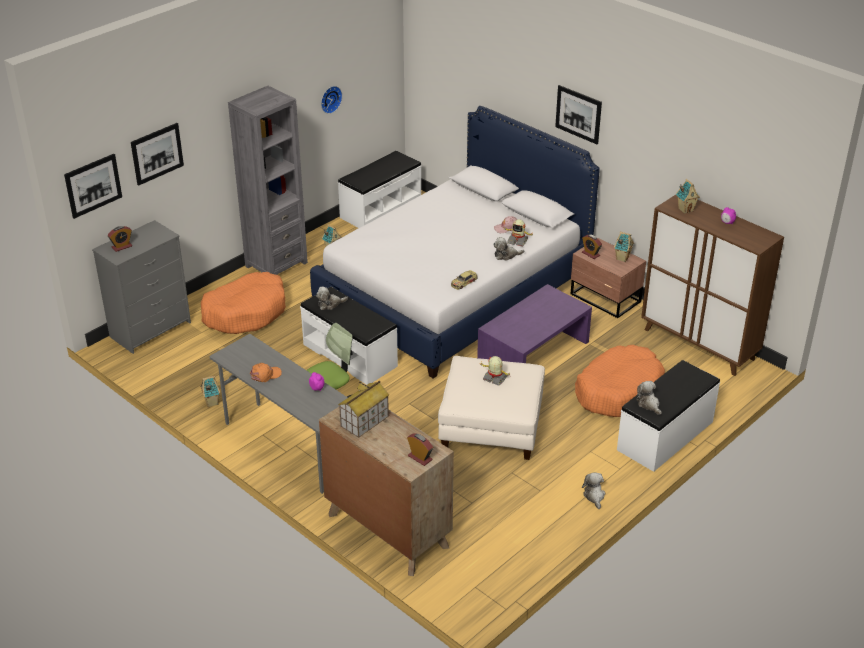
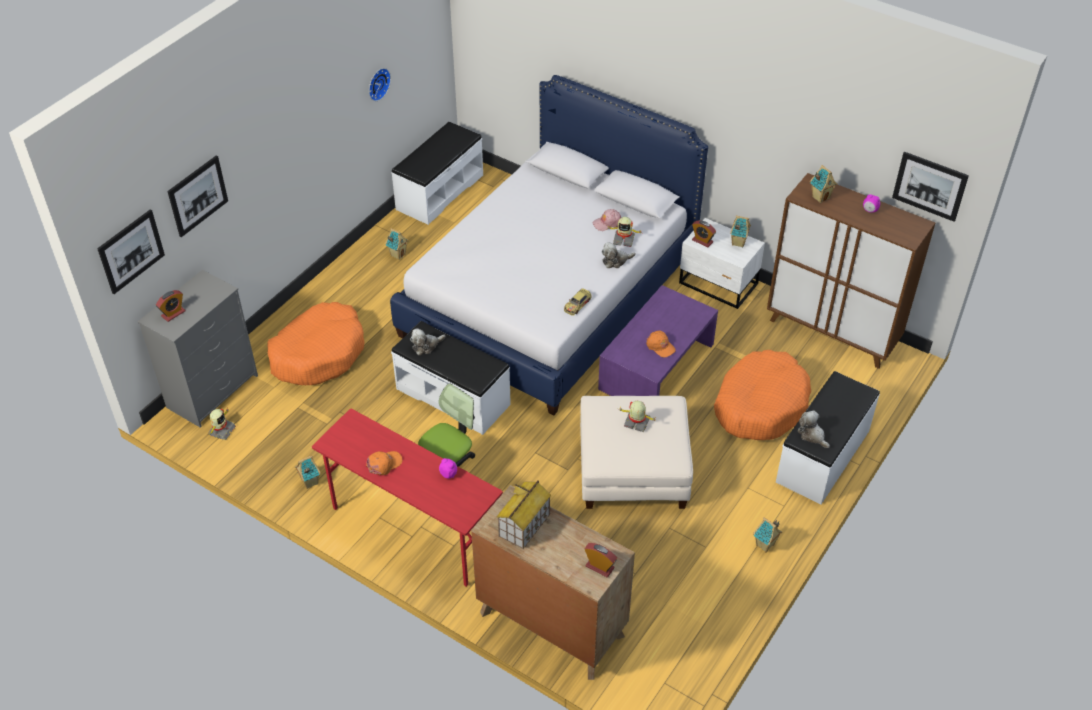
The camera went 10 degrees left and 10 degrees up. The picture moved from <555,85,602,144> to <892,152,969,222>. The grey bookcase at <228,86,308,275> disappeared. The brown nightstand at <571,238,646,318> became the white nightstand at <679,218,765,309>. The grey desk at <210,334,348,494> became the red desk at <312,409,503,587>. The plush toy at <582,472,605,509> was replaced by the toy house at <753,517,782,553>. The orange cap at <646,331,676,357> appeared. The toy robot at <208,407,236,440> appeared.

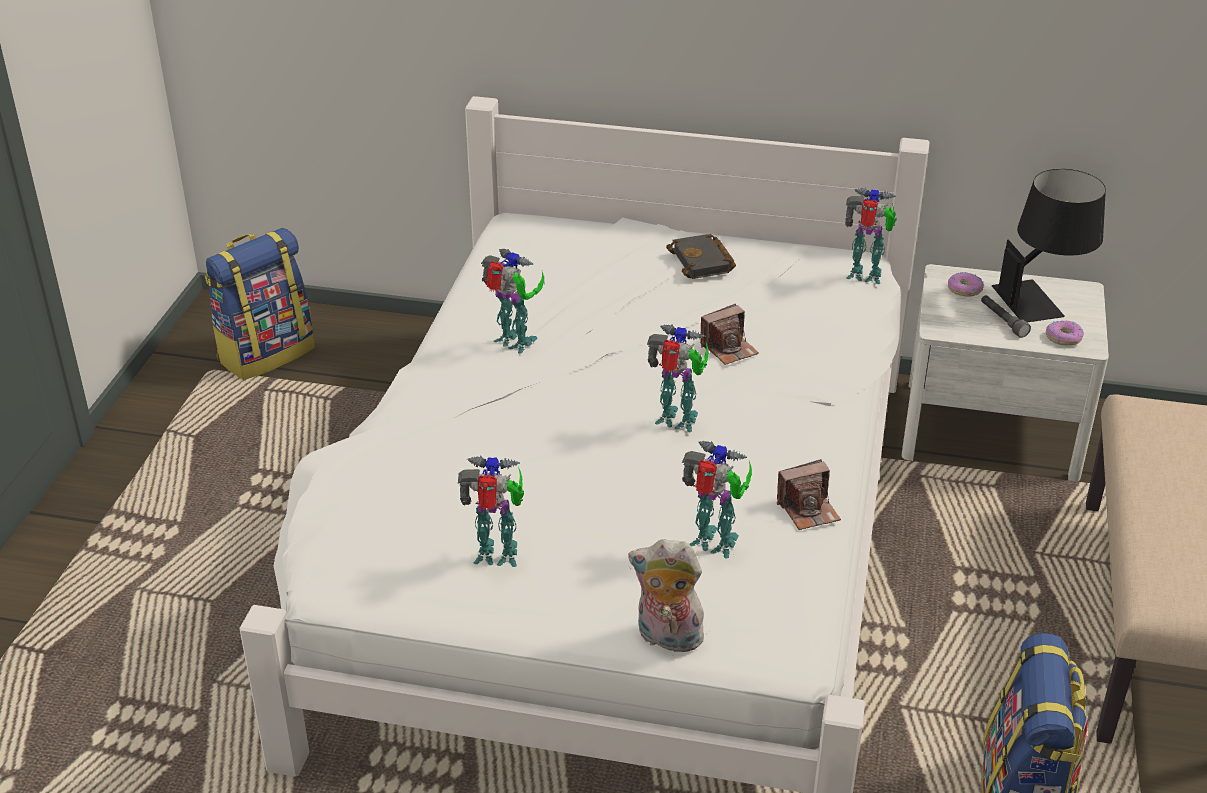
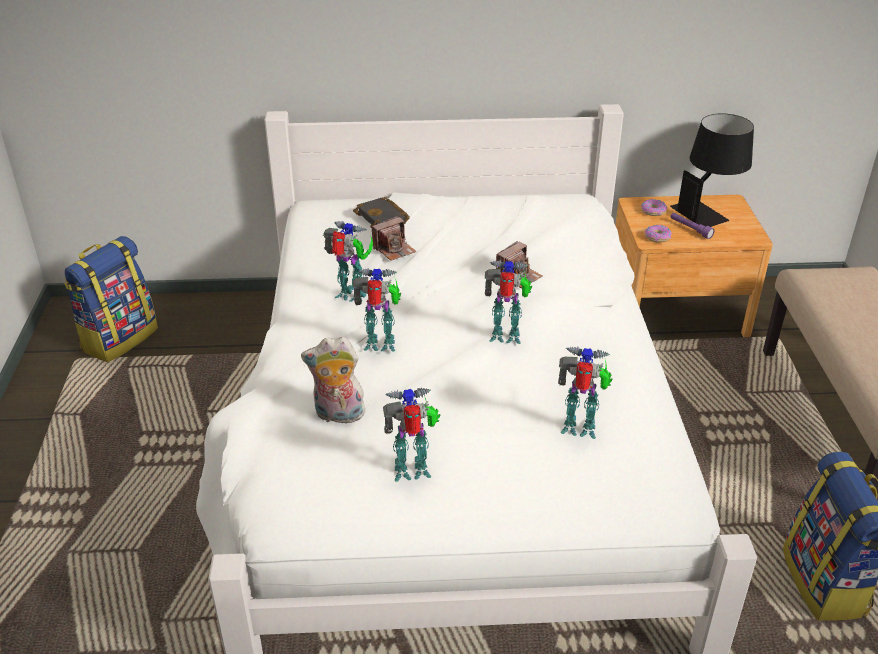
The camera went 15 degrees left and 0 degrees up. The toy robot moved from <845,188,897,284> to <352,268,401,352>. The black book moved from <666,234,736,279> to <353,197,410,228>. The white nightstand at <902,264,1109,482> became the brown nightstand at <615,195,773,337>. The grey flashlight at <981,295,1031,338> became the purple flashlight at <671,213,714,239>. The donut moved from <1046,321,1084,345> to <644,225,672,243>. The photo camera moved from <777,459,841,530> to <372,216,416,261>. The plush toy moved from <628,539,707,652> to <301,337,365,423>.

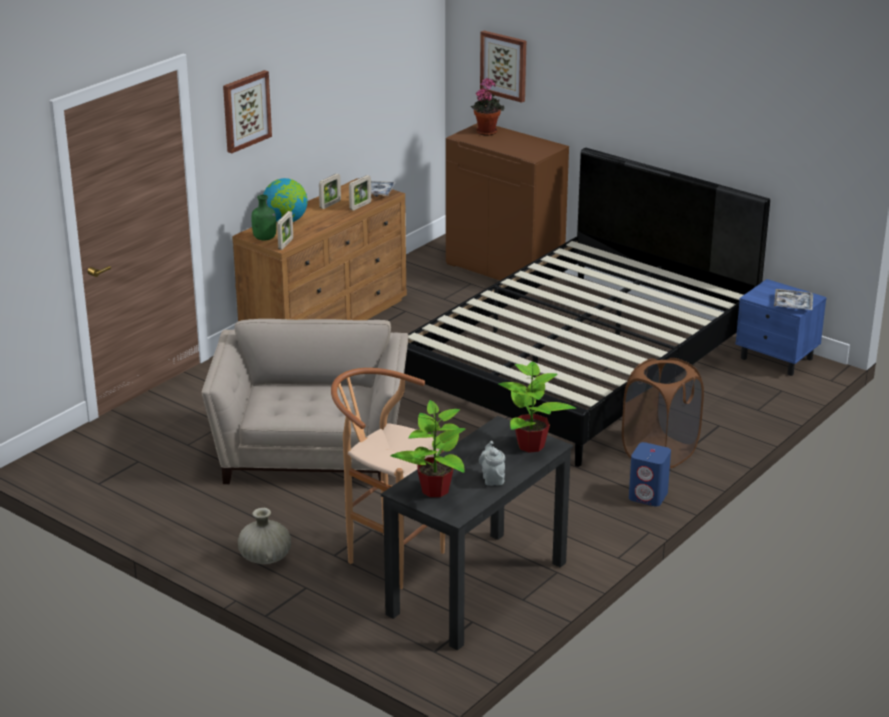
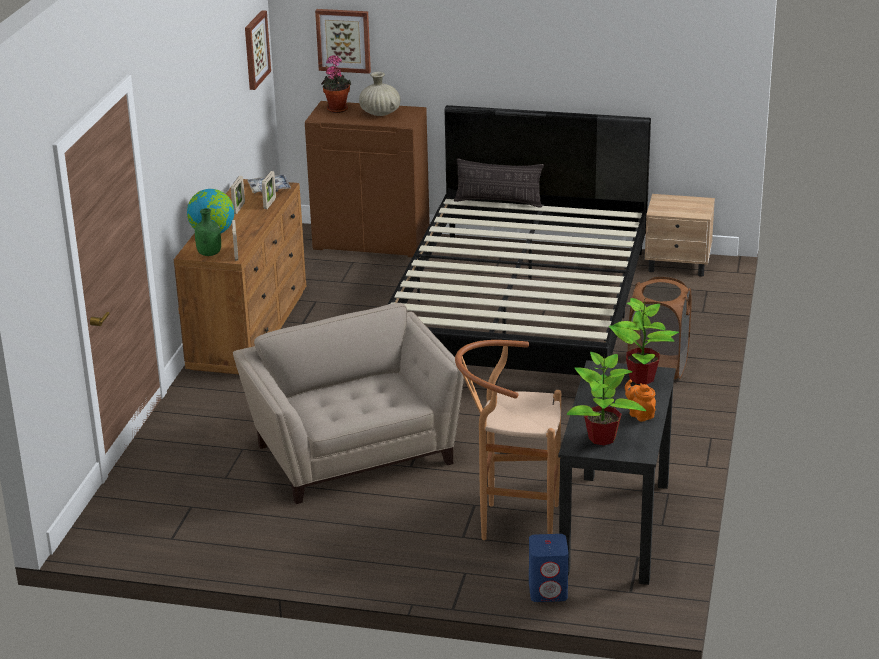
The camera went 25 degrees left and 0 degrees up. The picture moved from <223,70,272,153> to <245,10,271,90>. The blue nightstand at <735,279,827,376> became the beige nightstand at <645,194,715,277>. The tray at <774,289,813,310> disappeared. The grey teapot at <479,441,505,486> became the orange teapot at <625,380,656,422>. The blue speaker moved from <629,442,671,506> to <529,534,568,602>. The beige vase moved from <238,508,291,564> to <359,72,400,116>. The pillow at <454,158,544,208> appeared.

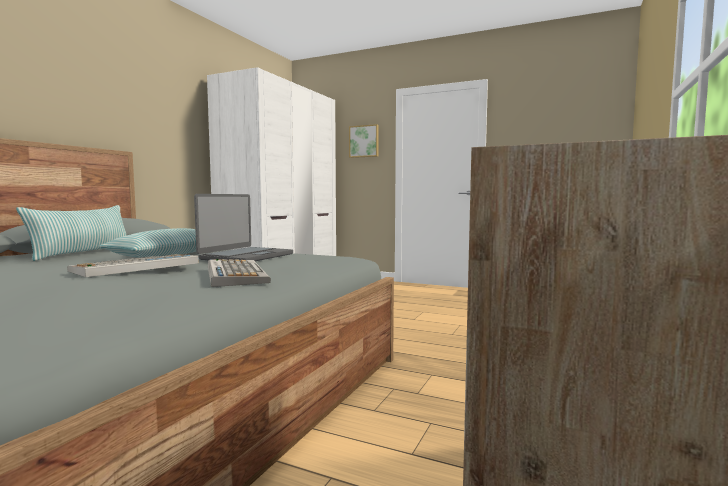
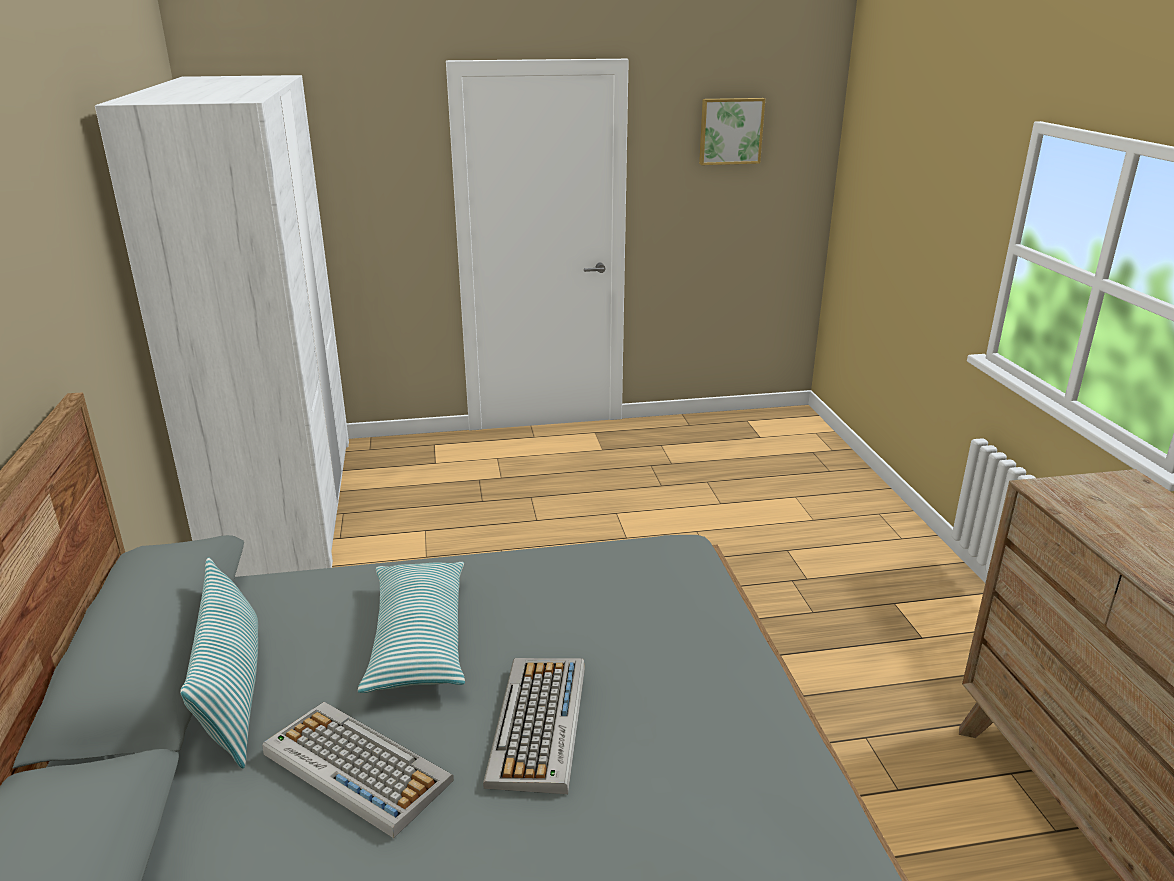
The camera went 35 degrees left and 20 degrees up. The picture moved from <349,124,379,158> to <699,98,765,165>. The laptop at <194,194,293,261> disappeared. The keyboard moved from <208,259,271,287> to <262,702,454,838>.

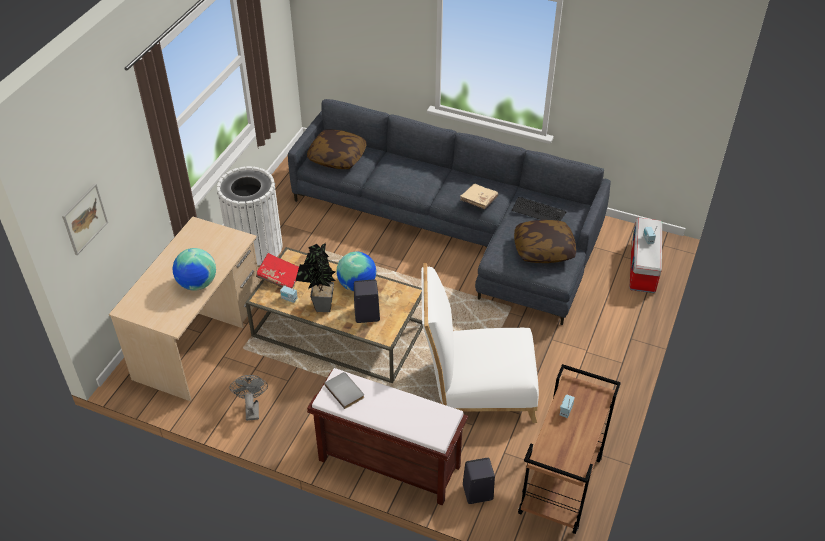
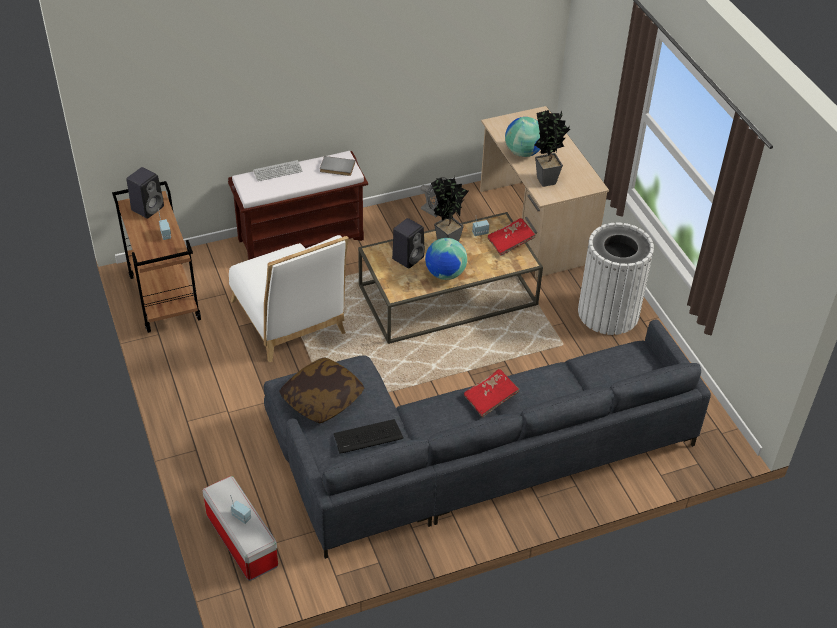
The camera went 135 degrees right and 0 degrees up. The pillow at <307,129,367,169> disappeared. The picture at <62,183,108,255> disappeared. The beige book at <460,183,498,209> disappeared. The white chair at <421,263,539,423> turned 105 degrees clockwise. The black speaker moved from <463,458,495,504> to <126,167,164,219>. The potted plant at <535,110,570,187> appeared. The keyboard at <253,160,302,181> appeared. The red book at <464,369,520,417> appeared.

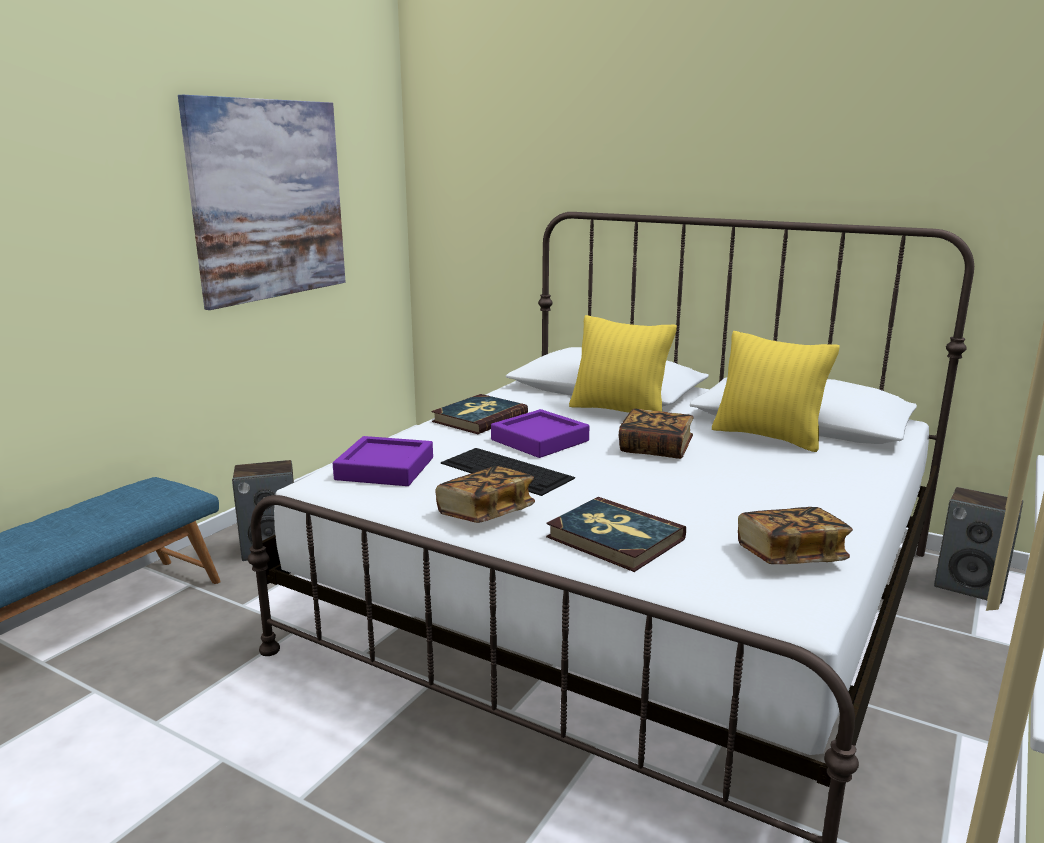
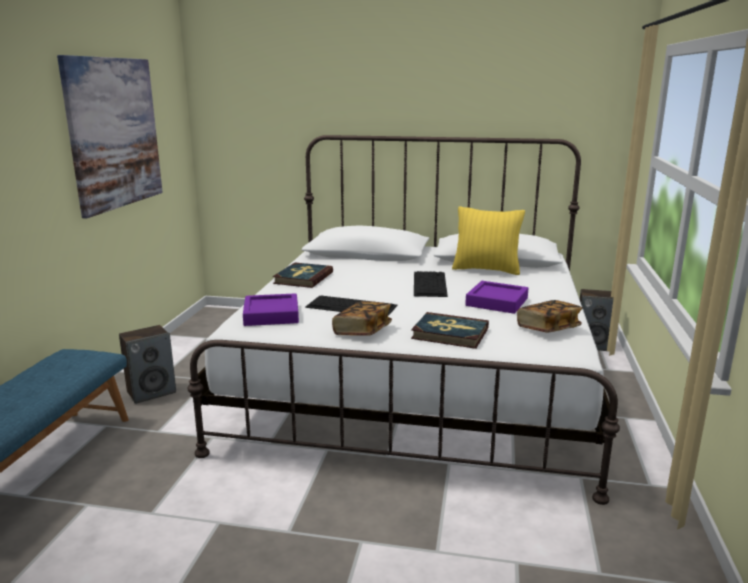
The camera went 20 degrees left and 0 degrees up. The yellow pillow at <569,315,677,413> disappeared. The book at <619,408,693,459> was replaced by the keyboard at <414,271,448,297>. The purple tray moved from <491,409,589,458> to <465,281,528,314>.

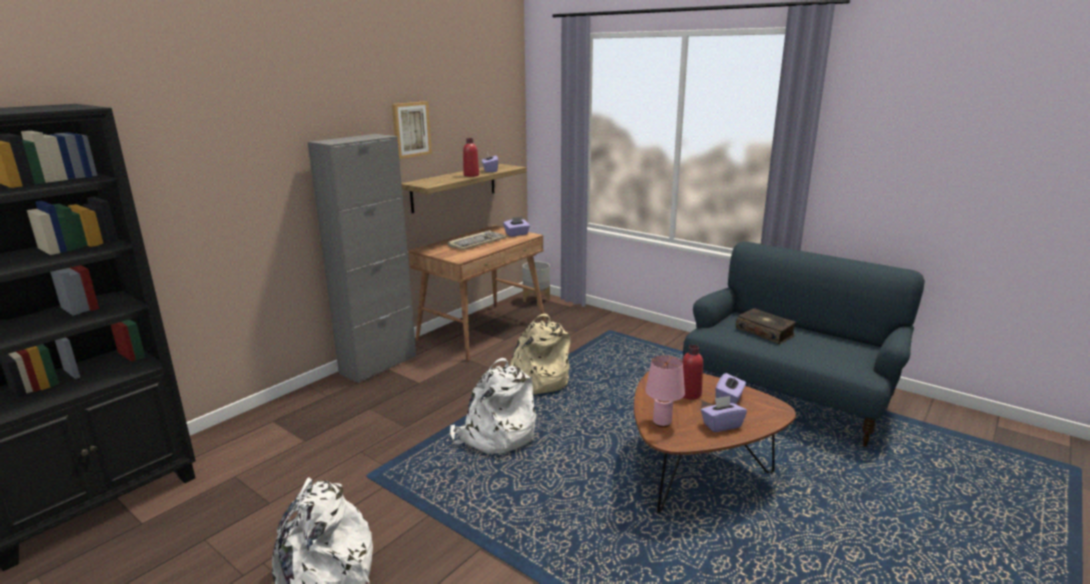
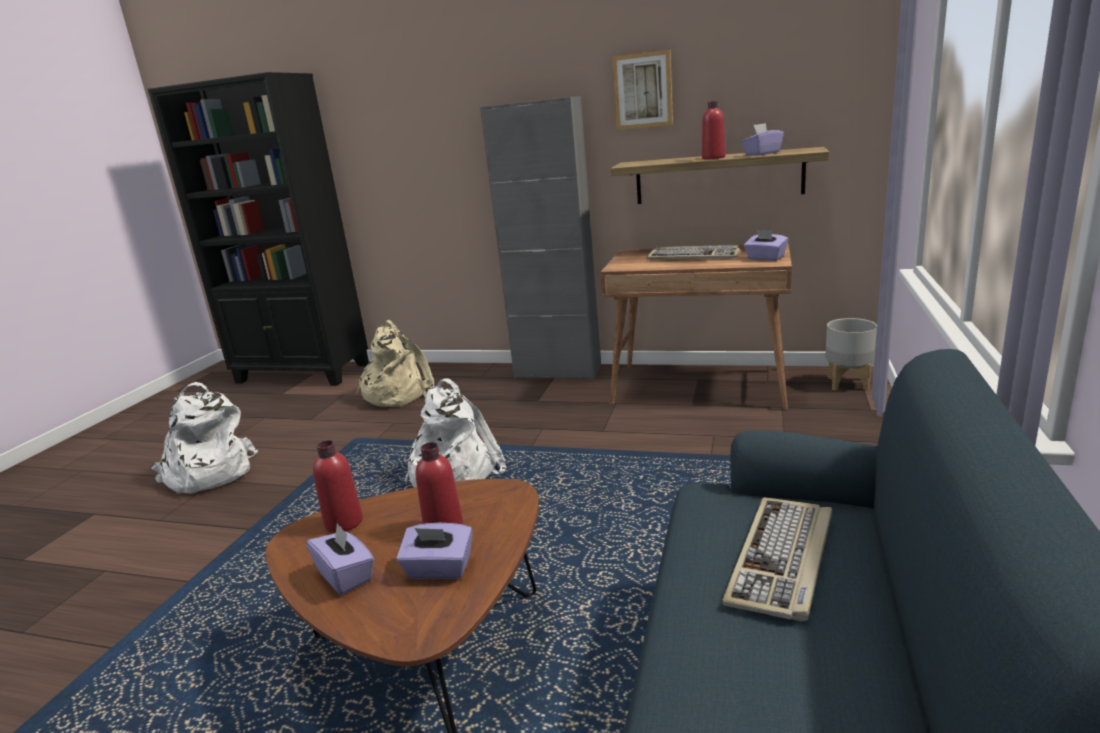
The camera went 70 degrees right and 0 degrees up. The book at <736,308,796,344> was replaced by the keyboard at <722,498,832,621>. The beige backpack moved from <502,314,570,395> to <356,320,434,407>. The pink table lamp at <645,355,685,427> was replaced by the red bottle at <313,440,363,533>.

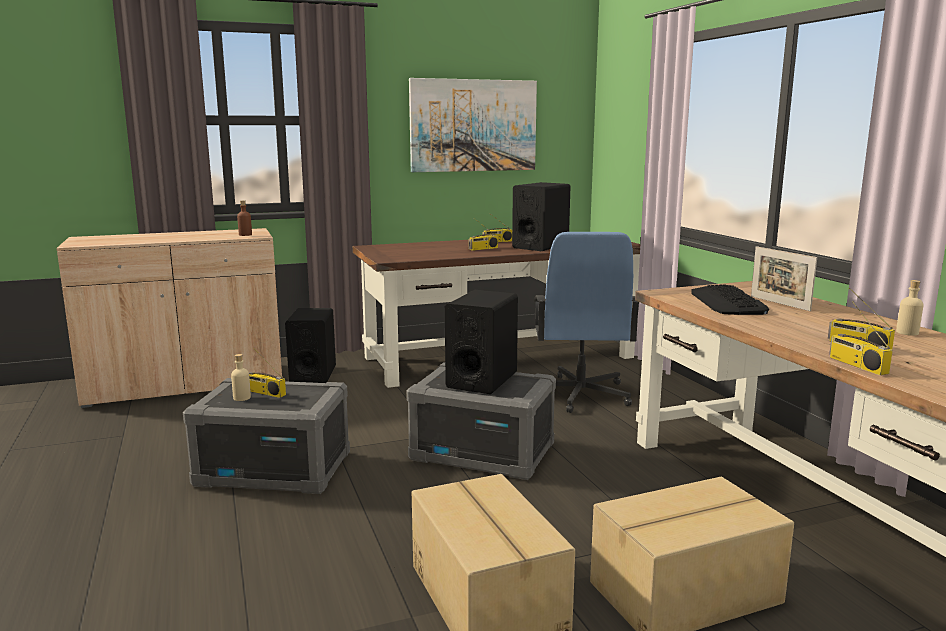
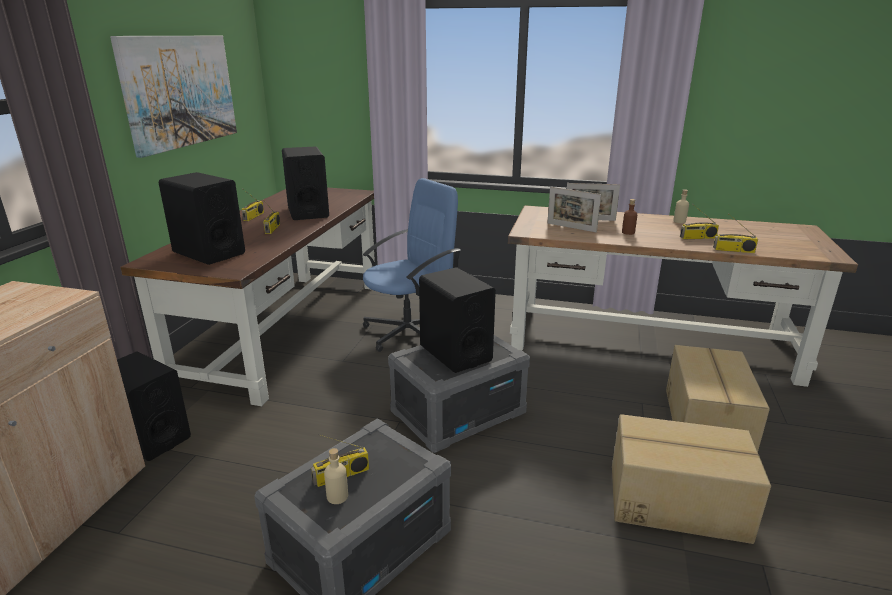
The camera went 55 degrees left and 10 degrees up. The brown bottle moved from <237,200,252,236> to <622,199,637,235>. The blue office chair at <534,232,639,413> turned 75 degrees counterclockwise. The keyboard at <691,284,769,315> was replaced by the picture frame at <547,187,601,232>. The black speaker at <159,172,245,265> appeared.

